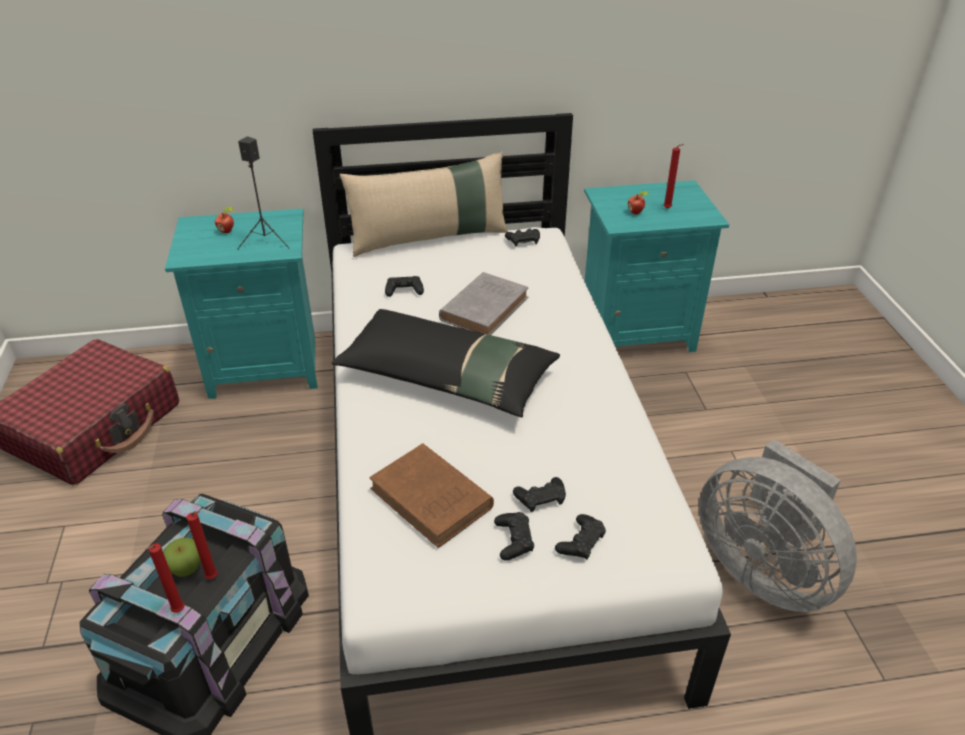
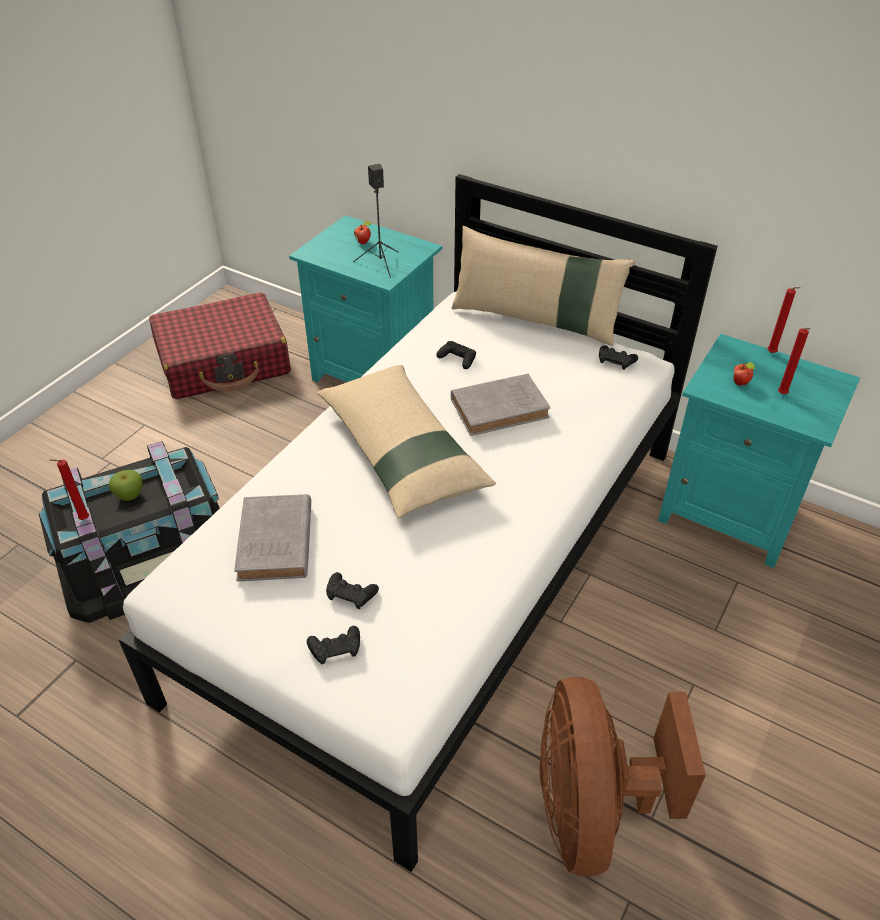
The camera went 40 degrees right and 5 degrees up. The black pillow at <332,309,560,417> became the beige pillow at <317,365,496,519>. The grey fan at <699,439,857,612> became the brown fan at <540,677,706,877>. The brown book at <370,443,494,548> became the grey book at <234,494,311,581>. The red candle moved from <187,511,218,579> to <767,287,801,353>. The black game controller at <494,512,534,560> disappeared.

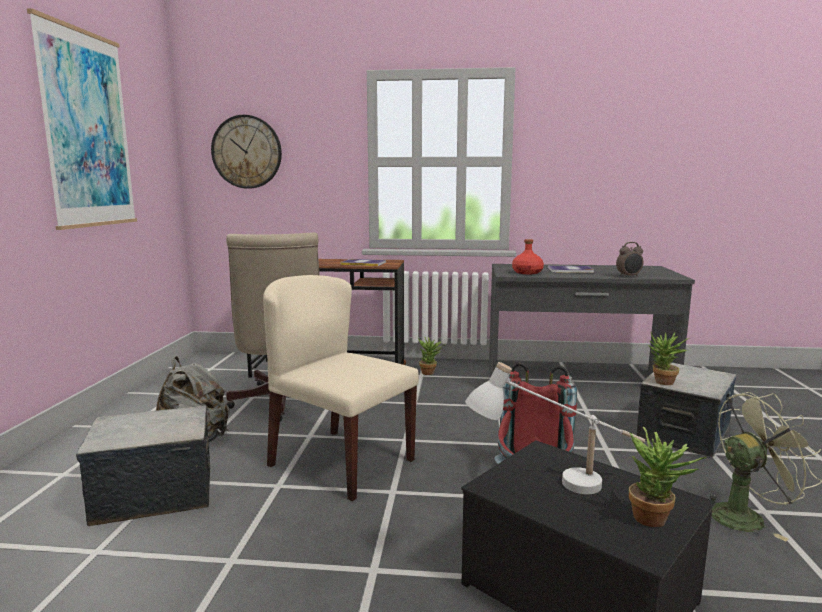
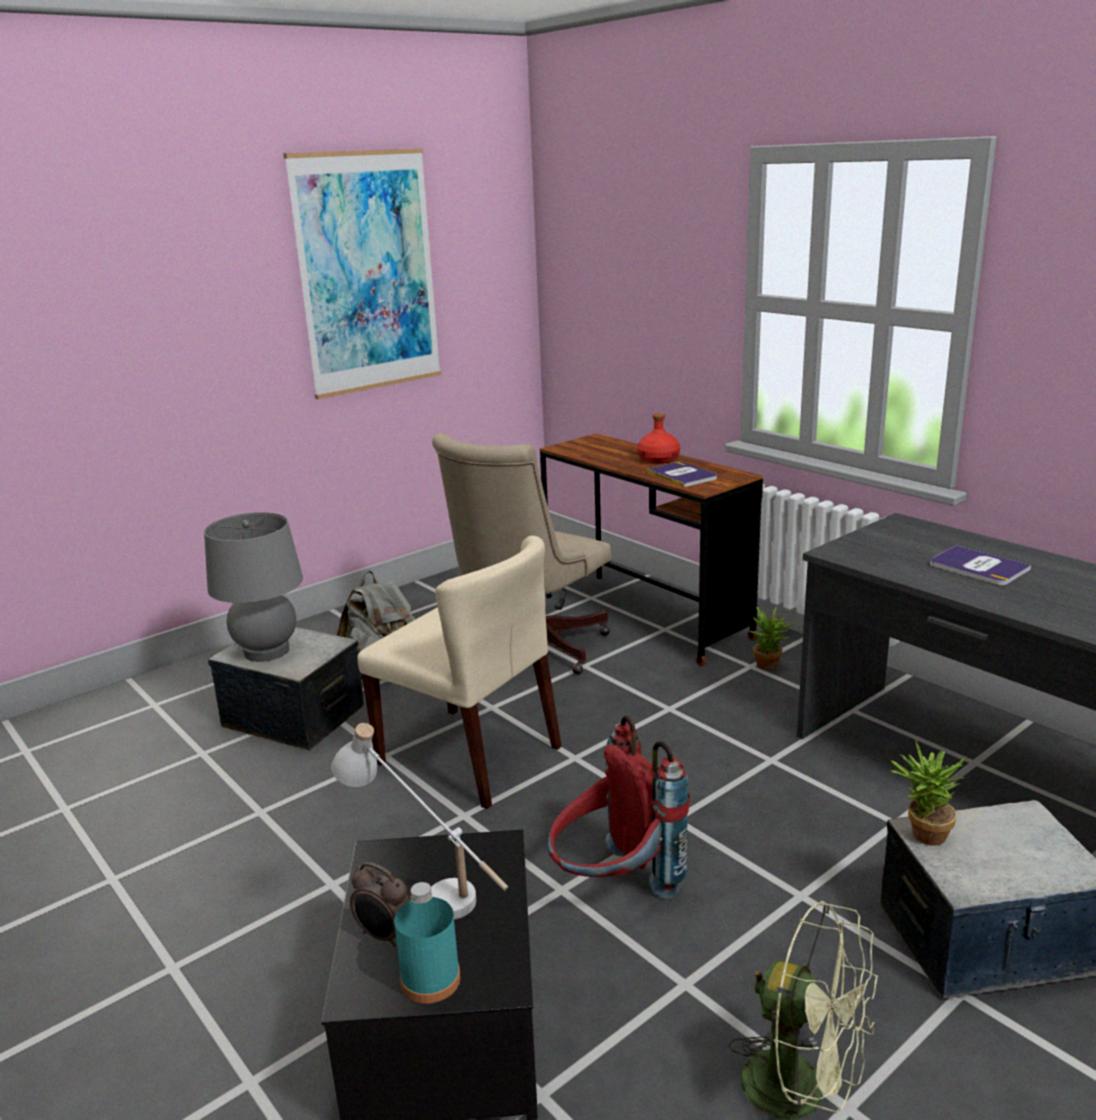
The camera went 45 degrees right and 10 degrees up. The wall clock at <211,115,282,189> disappeared. The red bottle moved from <512,239,544,274> to <637,413,680,464>. The alarm clock moved from <616,242,643,277> to <350,862,410,947>. The beige chair at <263,275,419,501> turned 135 degrees clockwise. The potted plant at <629,427,707,527> was replaced by the turquoise bottle at <394,882,461,1004>. The grey table lamp at <204,512,303,662> appeared.

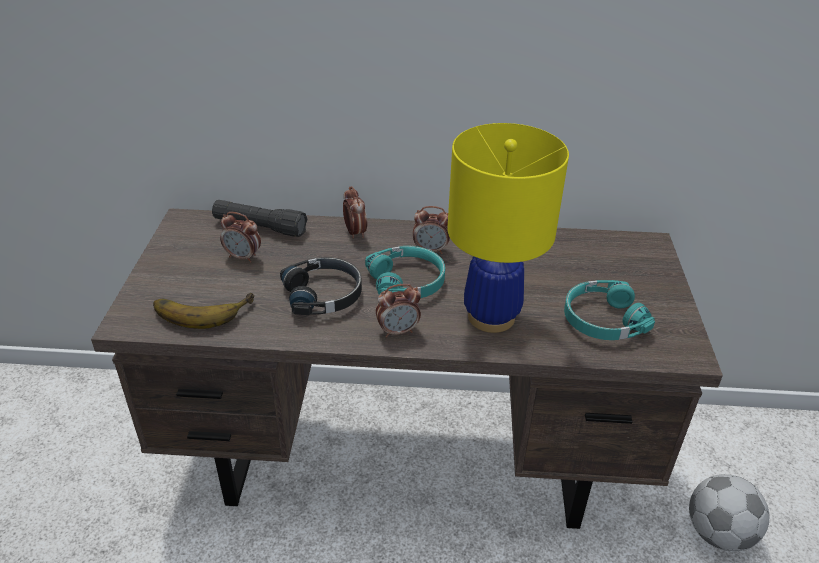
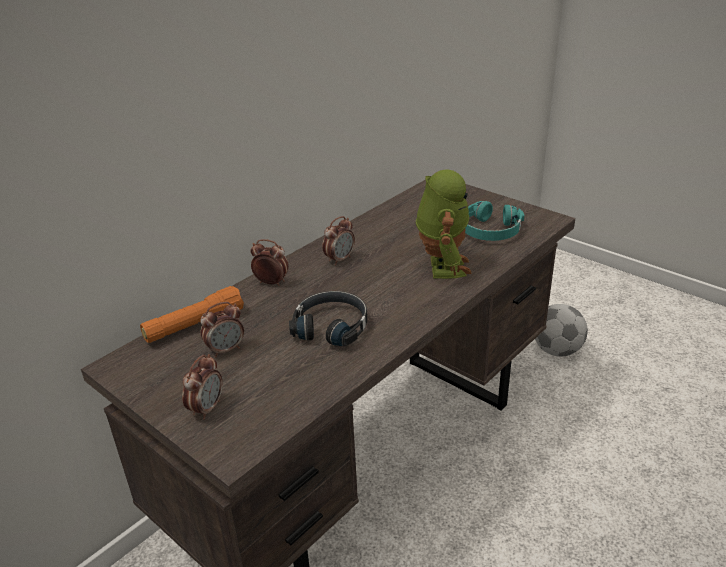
The camera went 50 degrees left and 5 degrees down. The yellow table lamp at <447,123,569,333> was replaced by the toy robot at <416,170,472,279>. The black flashlight at <212,200,307,237> became the orange flashlight at <140,286,244,343>. The turquoise headphones at <365,246,445,298> disappeared. The alarm clock moved from <376,284,421,337> to <182,354,222,420>. The banana at <153,293,254,329> disappeared.

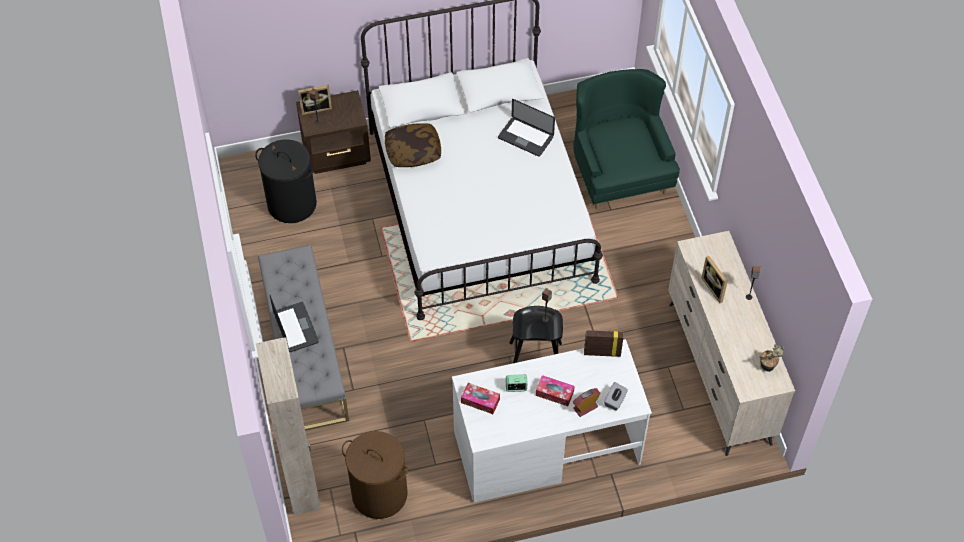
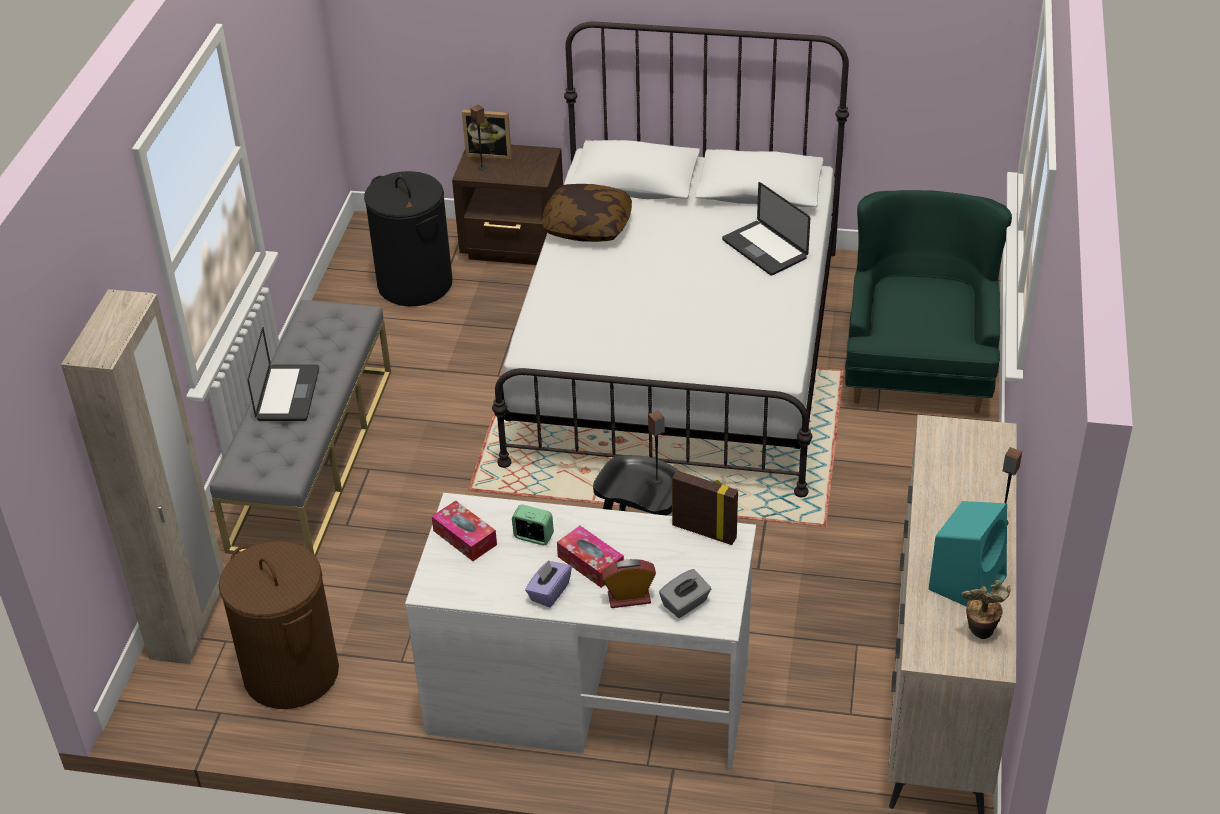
The camera went 25 degrees right and 15 degrees down. The picture frame at <701,256,728,303> disappeared. The turquoise speaker at <928,501,1007,607> appeared. The purple tissue box at <525,560,572,608> appeared.

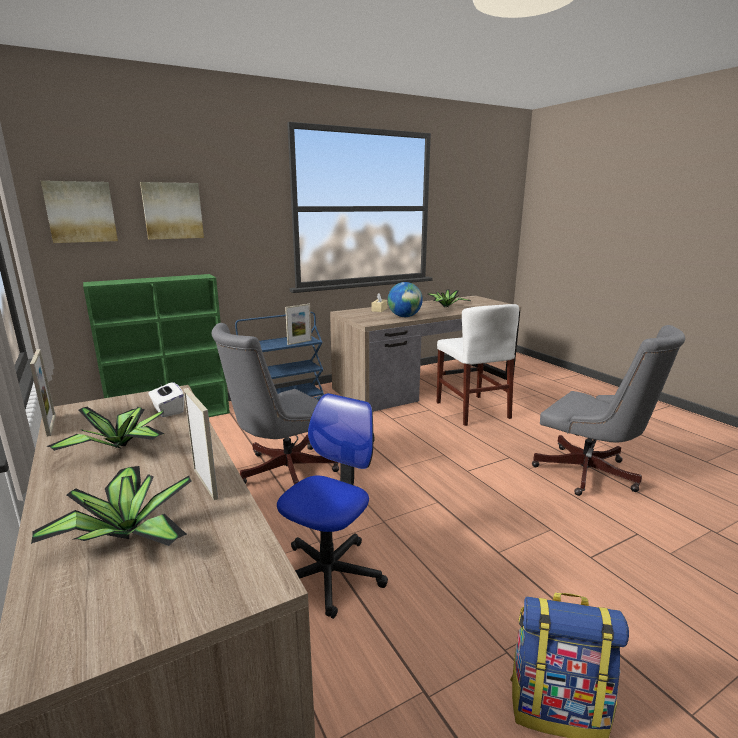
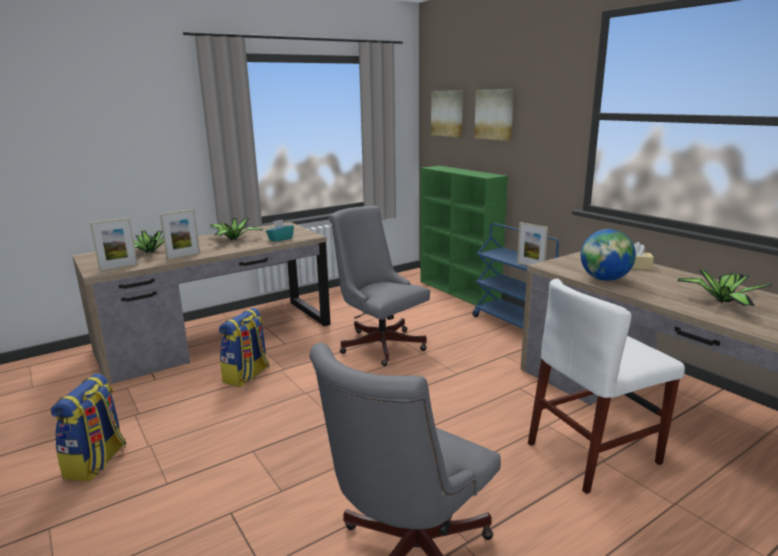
The camera went 85 degrees right and 0 degrees up. The picture frame moved from <30,349,56,436> to <90,218,138,271>. The white tissue box at <148,380,184,417> became the turquoise tissue box at <266,219,294,242>. The office chair at <277,393,388,619> was replaced by the backpack at <219,308,269,387>.

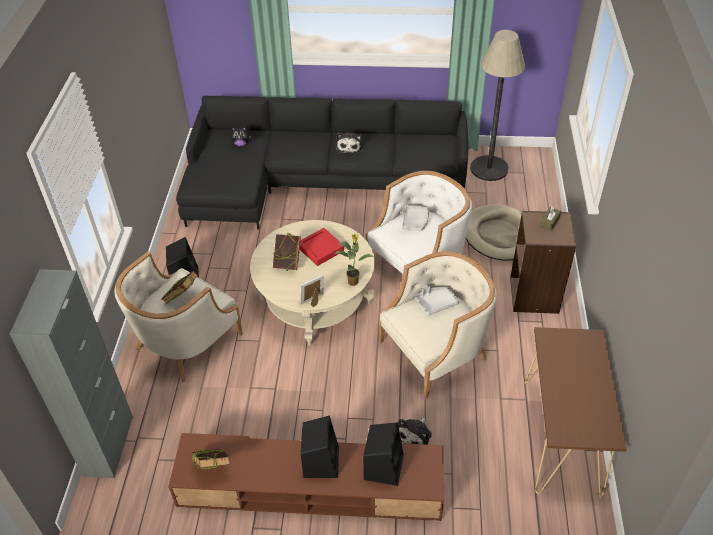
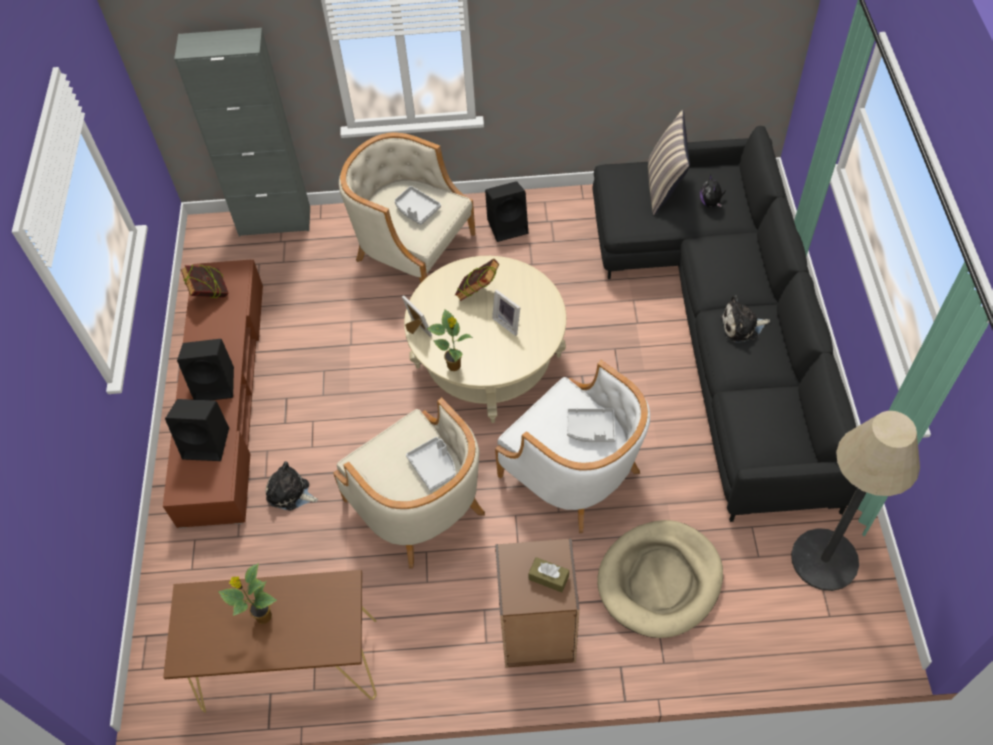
The camera went 85 degrees right and 10 degrees up. The red tray at <299,228,344,266> was replaced by the picture frame at <492,289,520,336>. The book at <161,270,198,304> was replaced by the grey tray at <395,186,441,225>. The pillow at <648,110,690,215> appeared. The potted plant at <218,563,277,624> appeared.

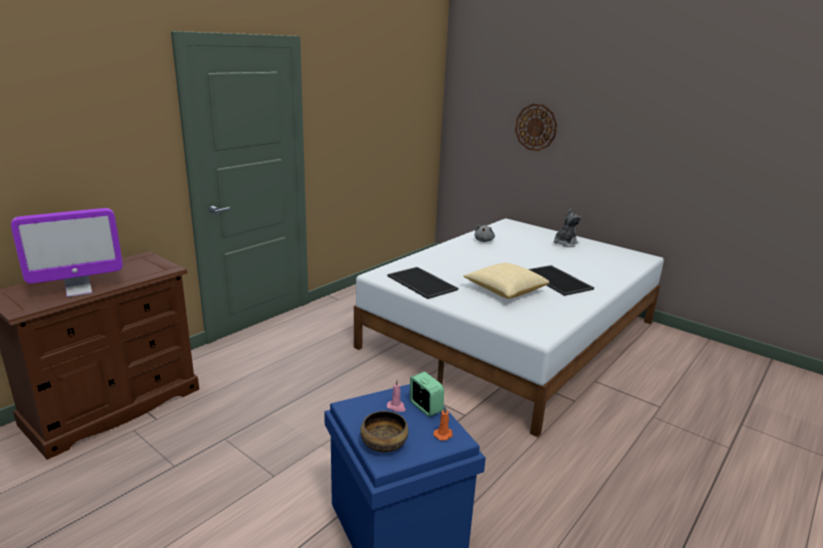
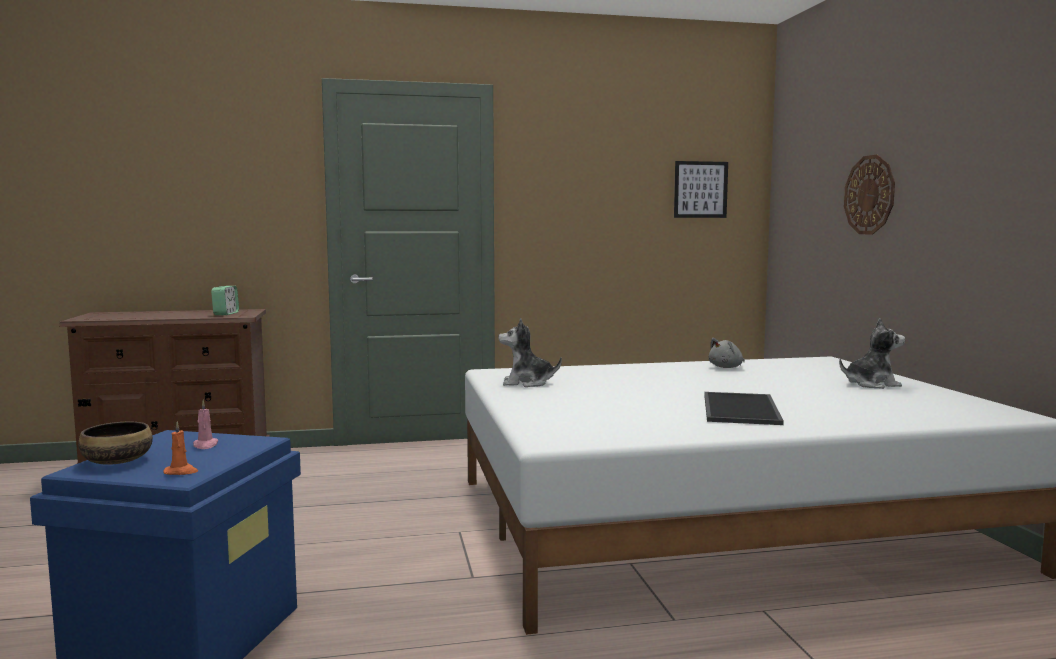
The camera went 40 degrees right and 15 degrees down. The monitor at <11,208,123,297> disappeared. The pillow at <463,263,549,299> disappeared. The tray at <388,267,458,299> was replaced by the plush toy at <498,318,562,387>. The alarm clock moved from <410,372,444,417> to <211,286,239,315>. The picture at <674,161,728,218> appeared.

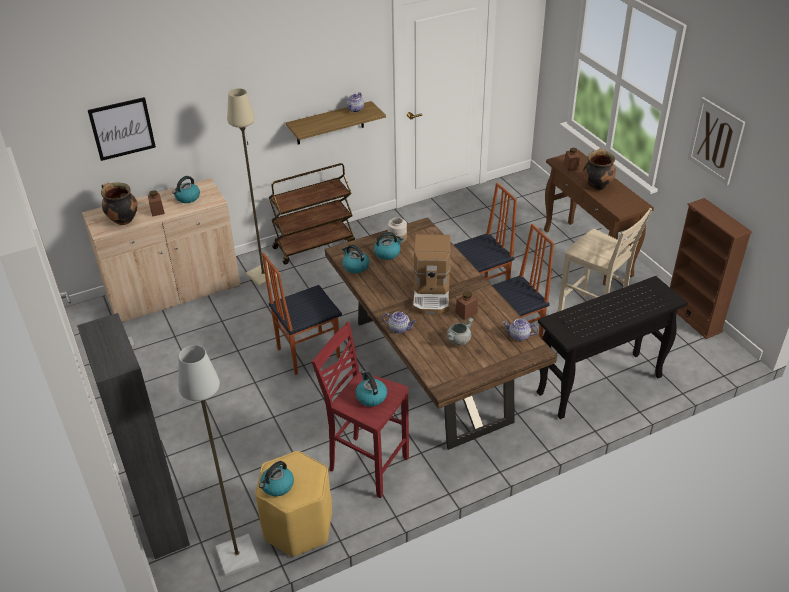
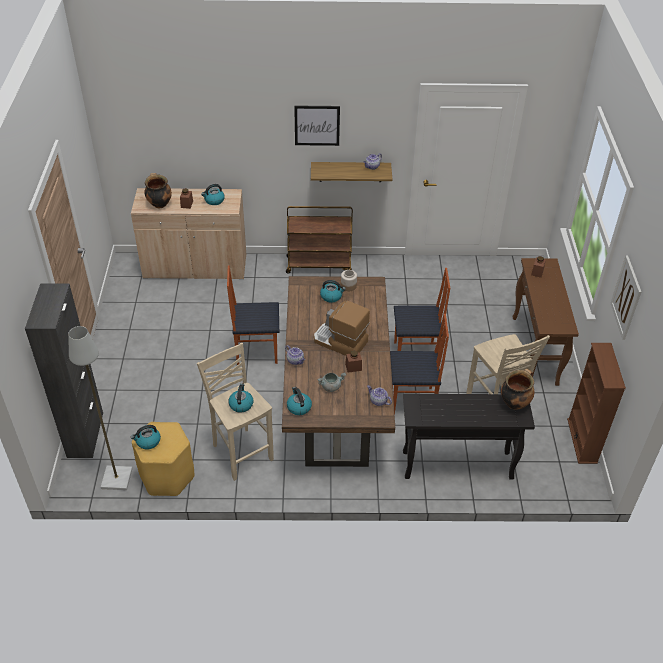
The camera went 25 degrees right and 5 degrees up. The beige floor lamp at <227,88,281,287> disappeared. The picture moved from <88,97,156,161> to <294,105,340,146>. The cooking pot moved from <583,148,616,191> to <501,369,535,410>. The coffee machine at <413,234,450,315> turned 90 degrees clockwise. The kettle moved from <342,244,370,273> to <287,387,312,415>. The red stool at <311,321,409,498> became the beige stool at <197,343,274,481>.

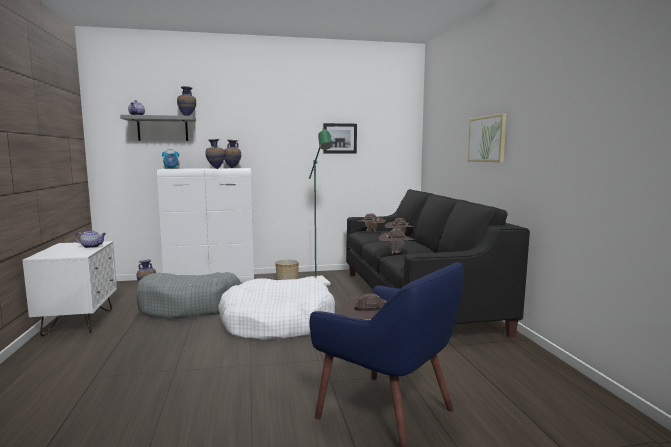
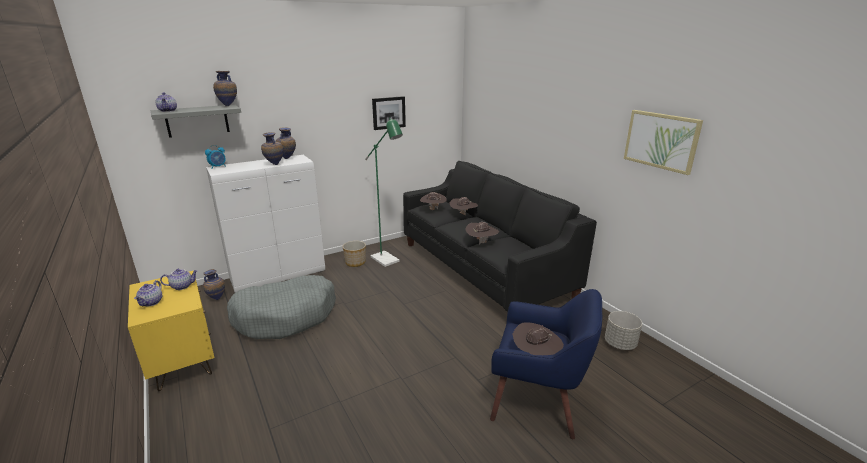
The camera went 20 degrees left and 15 degrees up. The picture moved from <468,113,506,162> to <624,110,703,175>. The white nightstand at <23,241,117,336> became the yellow nightstand at <128,271,215,391>. The white dog bed at <218,278,335,341> disappeared. The teapot at <134,280,162,306> appeared. The grey planter at <605,311,642,350> appeared.

